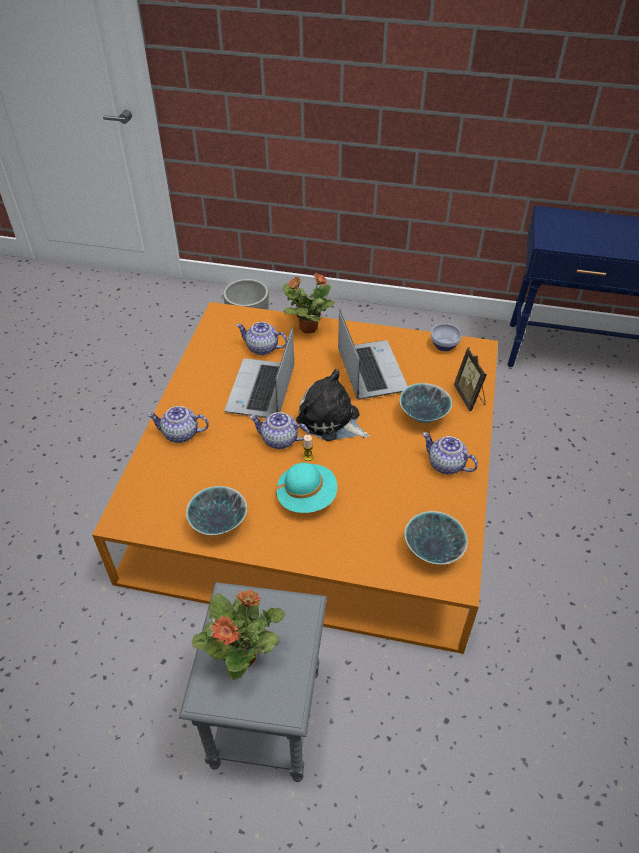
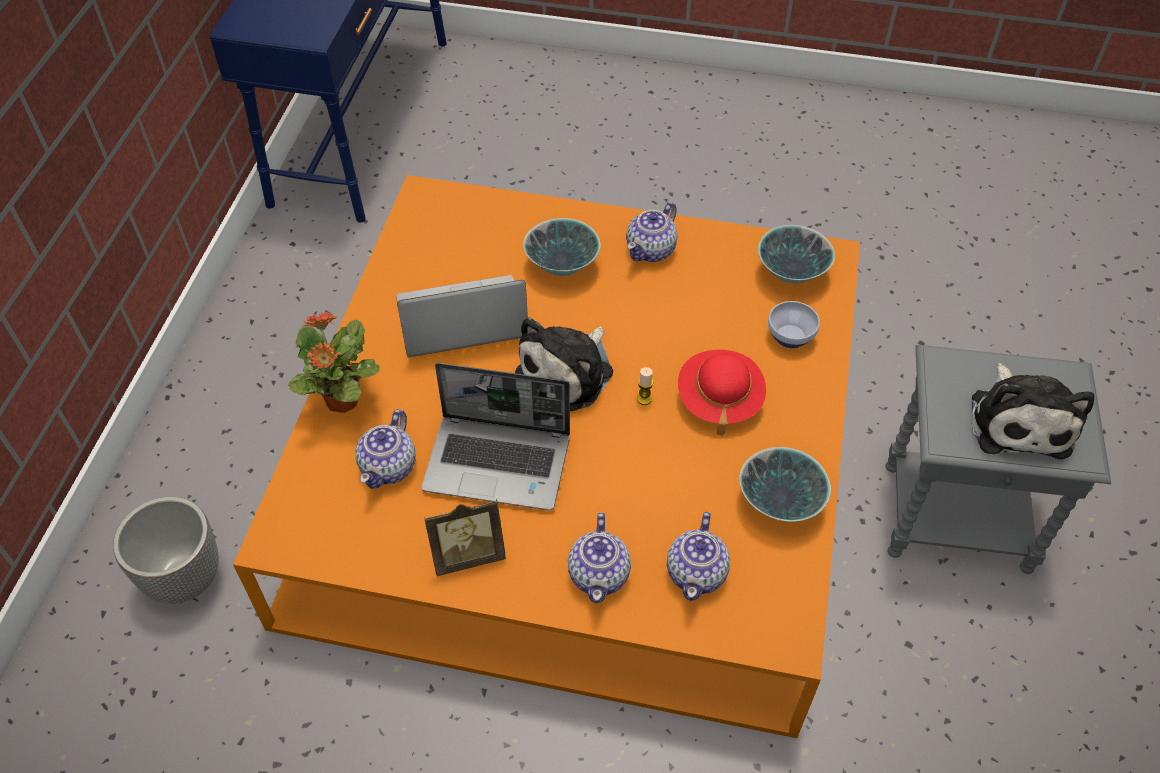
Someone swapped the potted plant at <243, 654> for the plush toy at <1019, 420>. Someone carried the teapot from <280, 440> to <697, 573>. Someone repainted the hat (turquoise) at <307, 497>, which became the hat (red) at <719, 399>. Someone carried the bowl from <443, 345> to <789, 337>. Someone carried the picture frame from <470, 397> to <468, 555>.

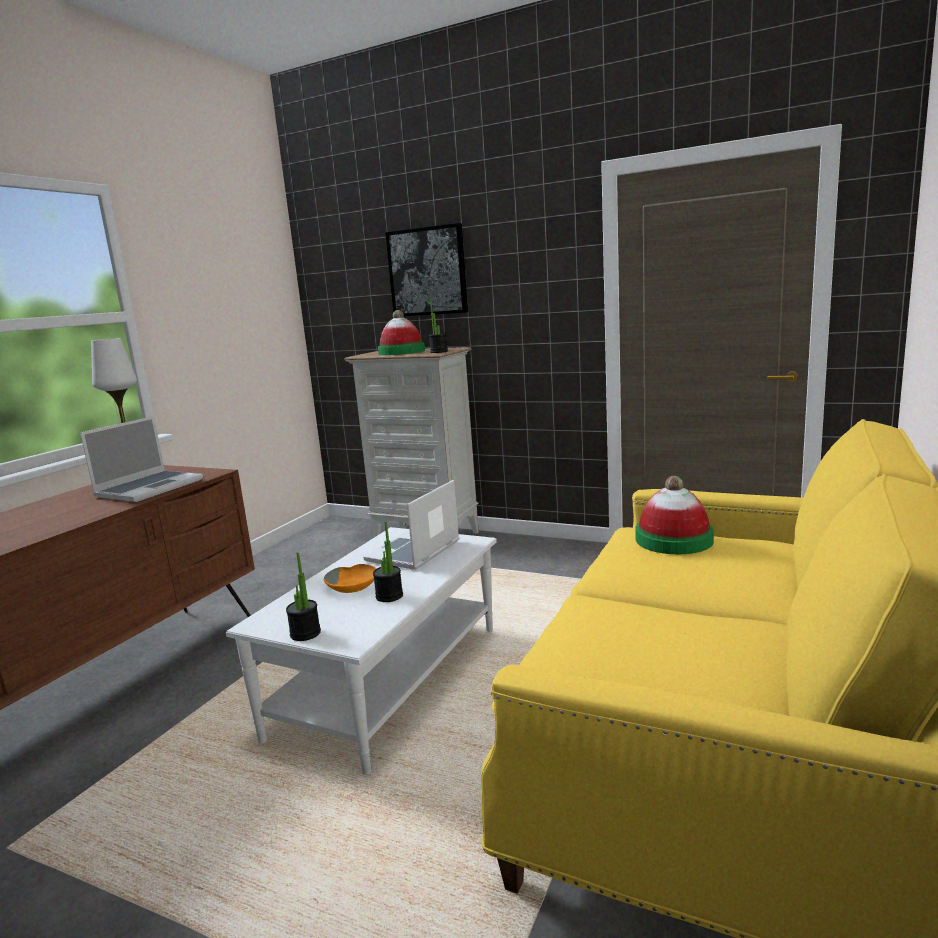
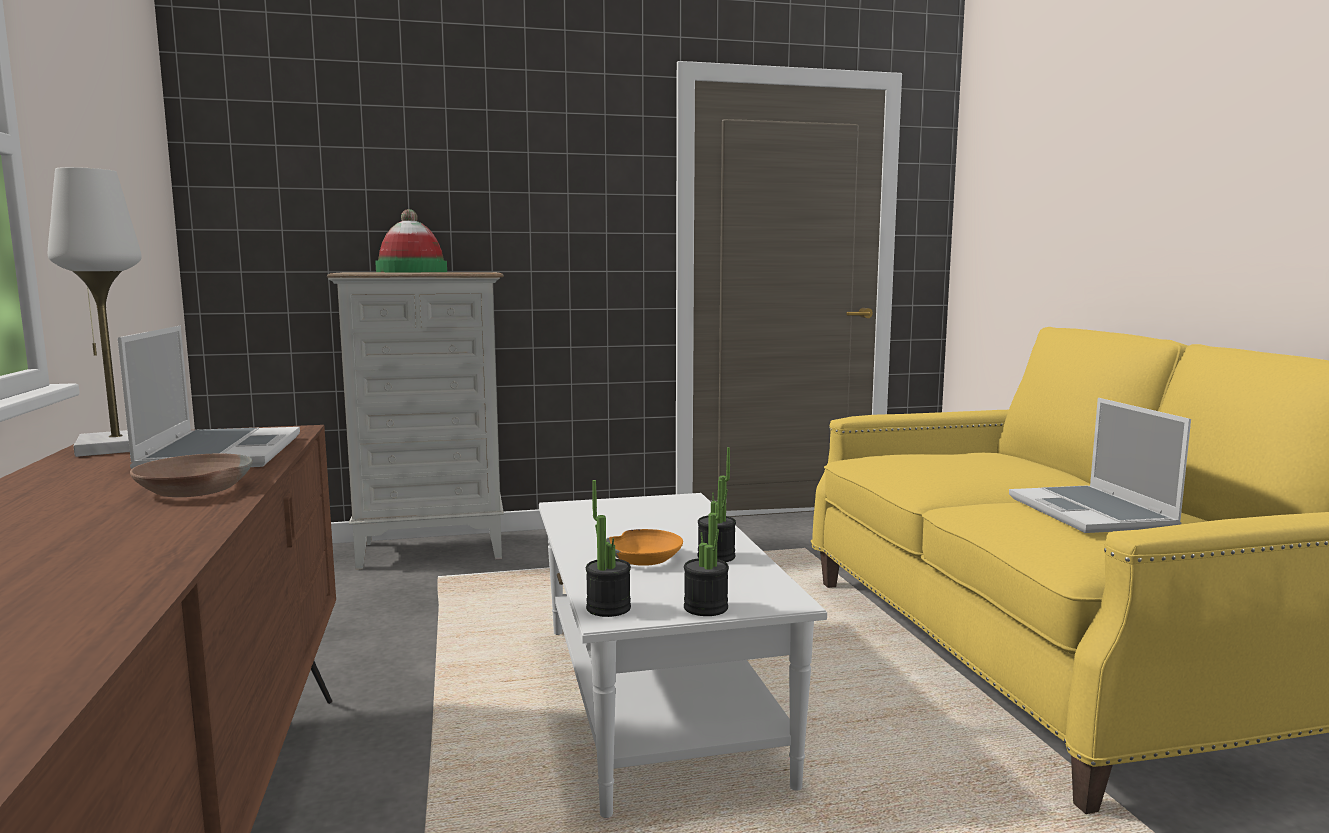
Someone carried the laptop from <414, 552> to <1093, 513>. Someone took away the picture at <428, 271>. Someone carried the potted plant from <439, 352> to <608, 608>. Someone took away the hat at <673, 540>. Someone put down the bowl (brown) at <192, 490>.

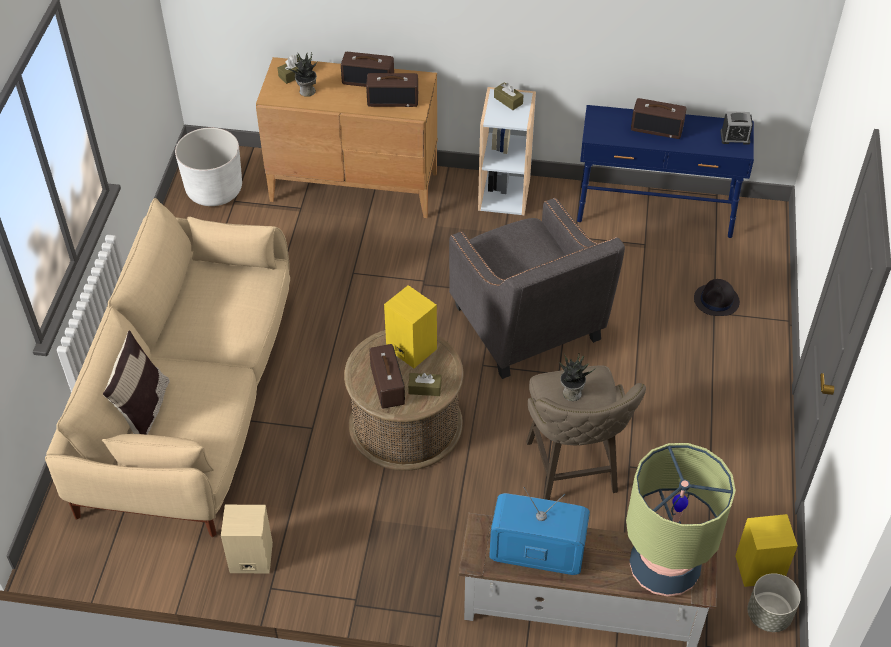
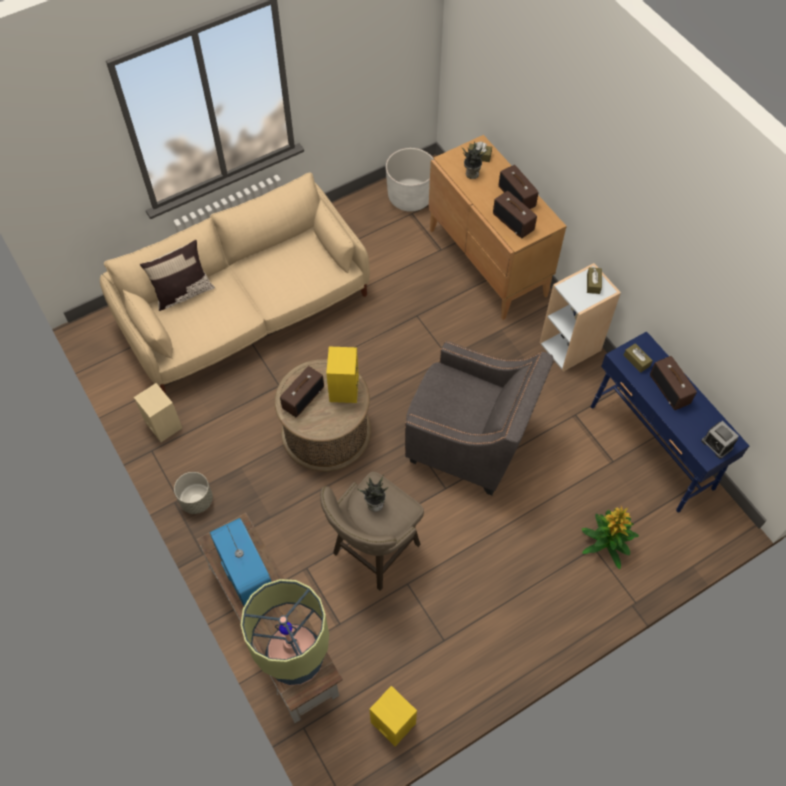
Someone carried the tissue box (brown) from <425, 388> to <636, 360>. Someone rotated the armchair (grey) at <527, 325> by 90 degrees counterclockwise. Someone swapped the hat (black) at <716, 301> for the potted plant at <606, 542>. Someone carried the planter (grey) from <769, 615> to <196, 500>.

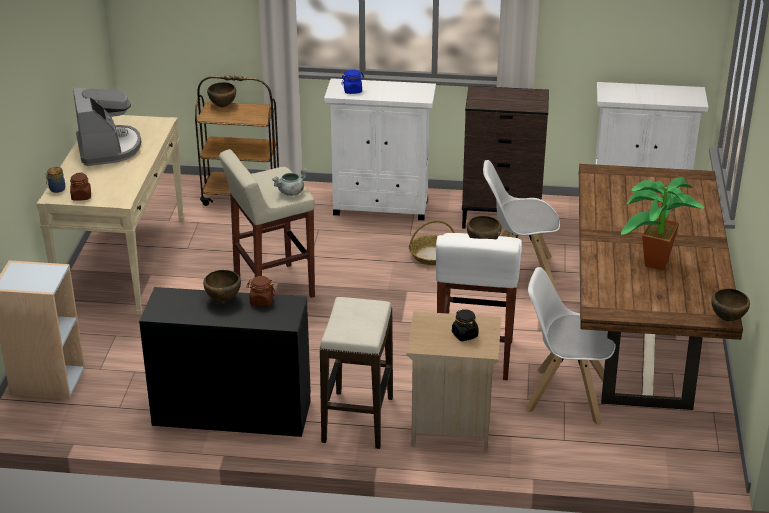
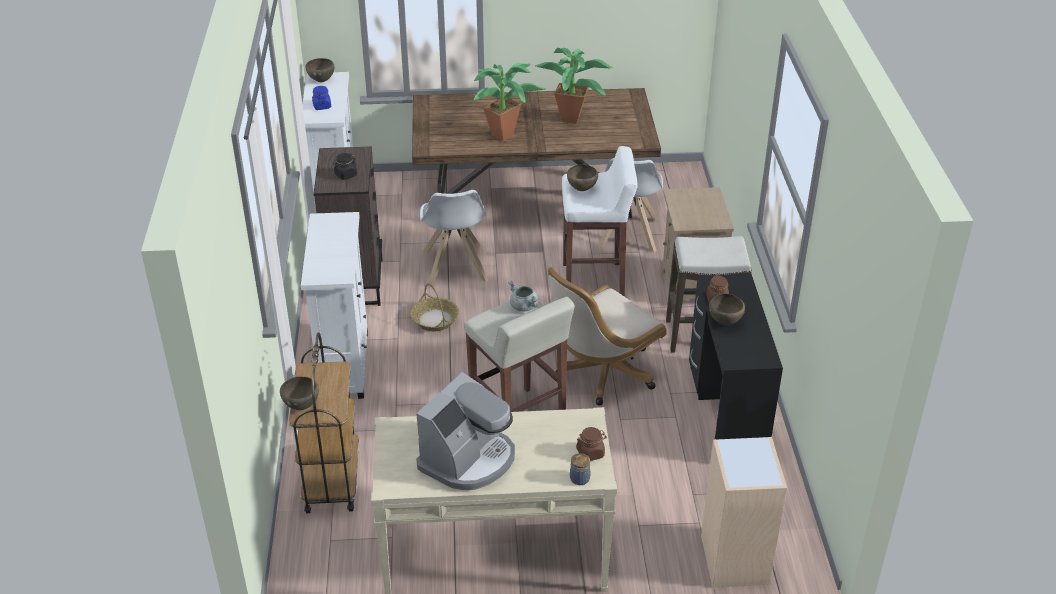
Someone rotated the coffee machine at <108, 148> by 150 degrees clockwise. Someone carried the jar (blue) from <353, 91> to <322, 106>. Someone carried the jar (black) from <464, 335> to <345, 175>. Someone carried the bowl (brown) from <728, 319> to <321, 81>. Someone put down the potted plant at <507, 134>. Someone put down the office chair at <600, 374>.

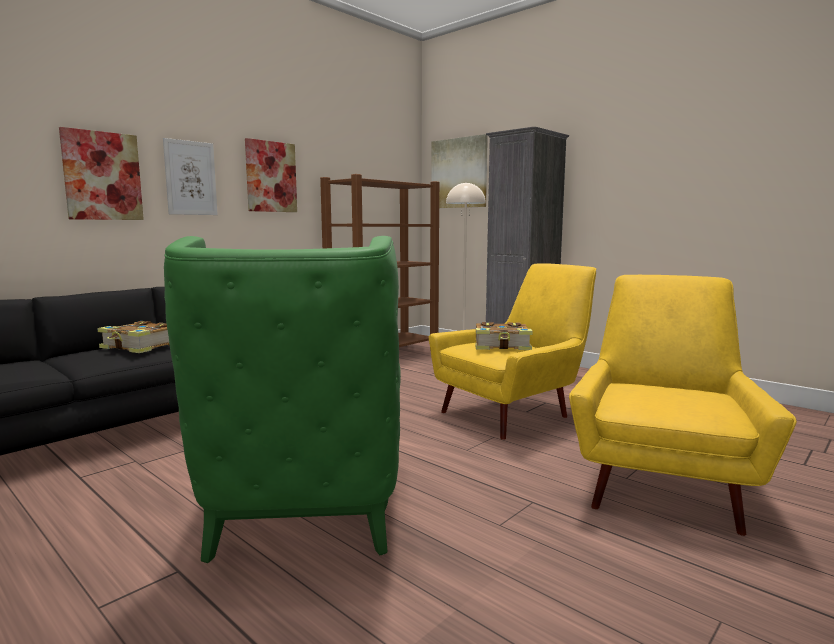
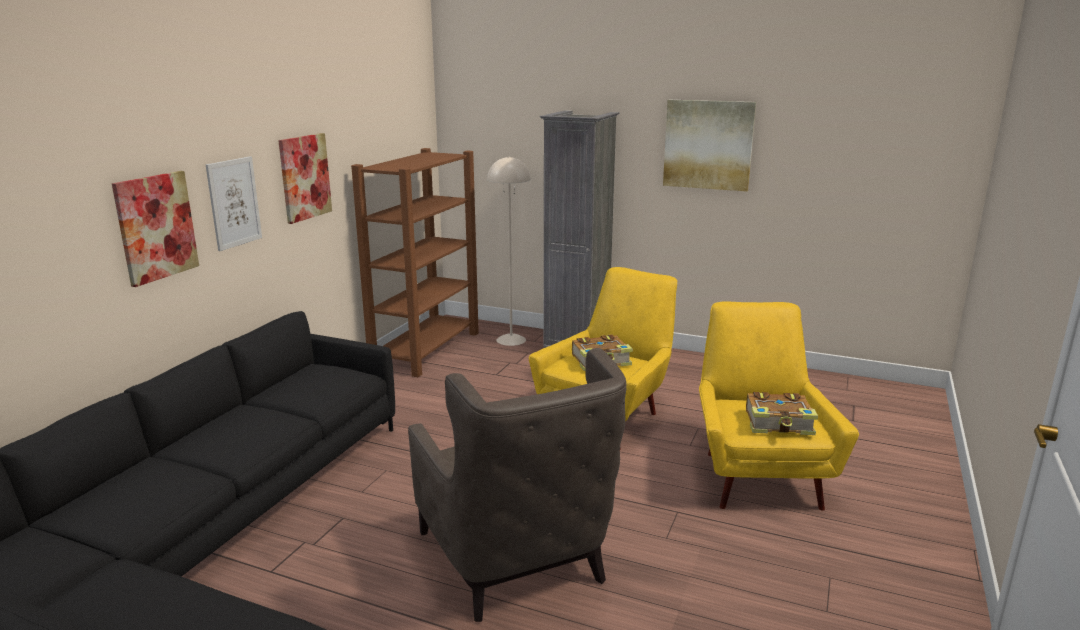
Someone carried the book from <139, 347> to <779, 424>. Someone repainted the armchair (green) at <305, 514>, which became the armchair (grey) at <516, 562>. Someone carried the picture from <459, 173> to <708, 145>.

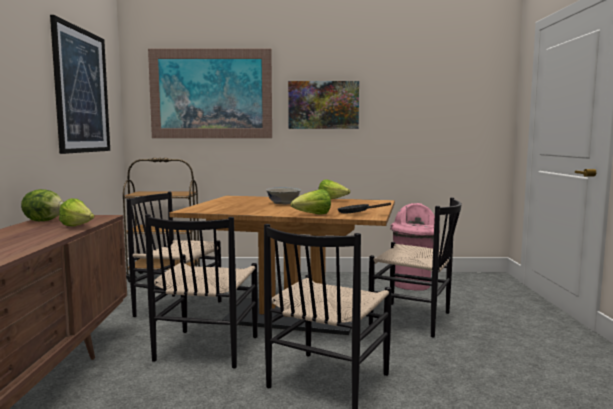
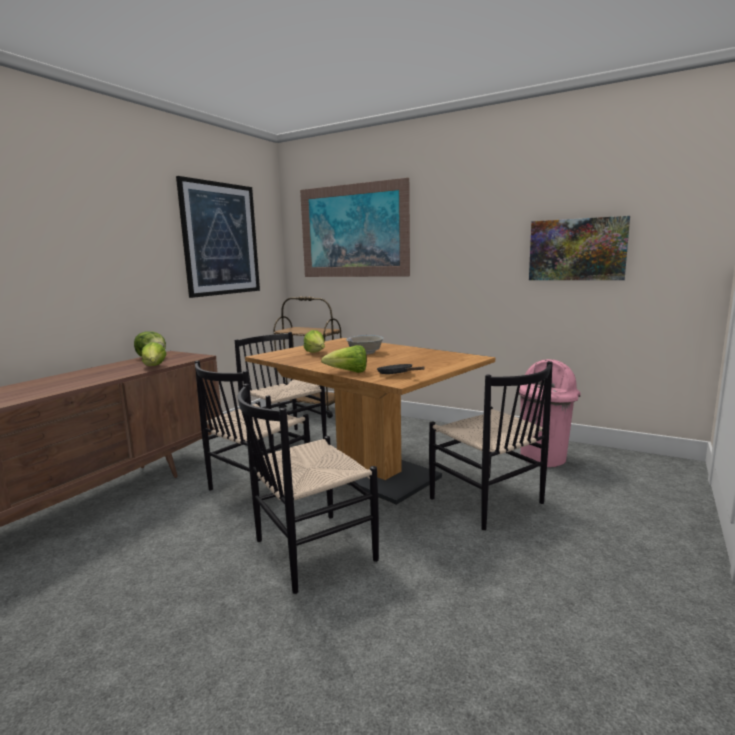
Someone carried the picture from <323, 105> to <577, 249>. Someone carried the lettuce from <332, 200> to <316, 353>.

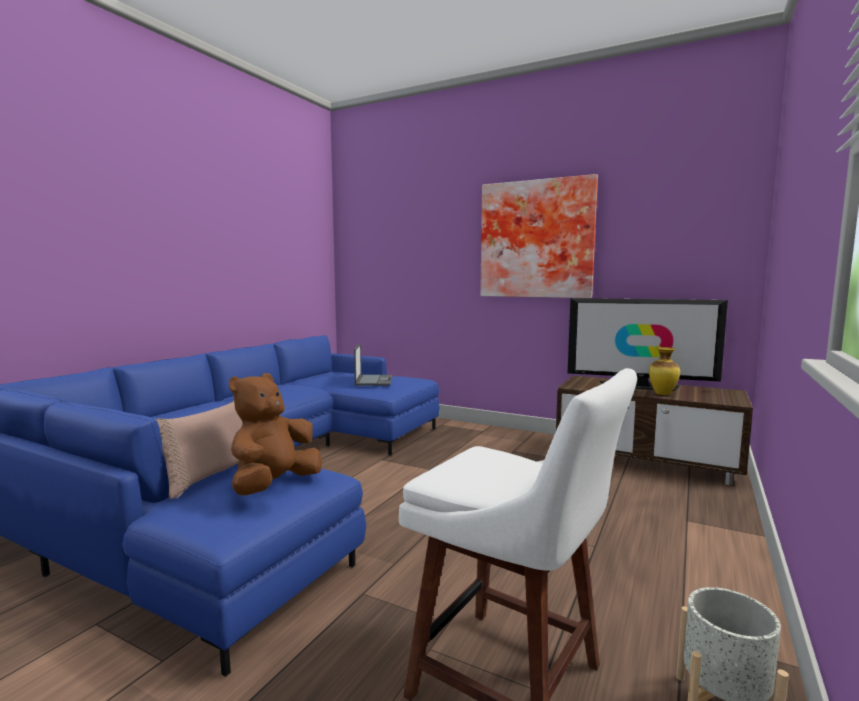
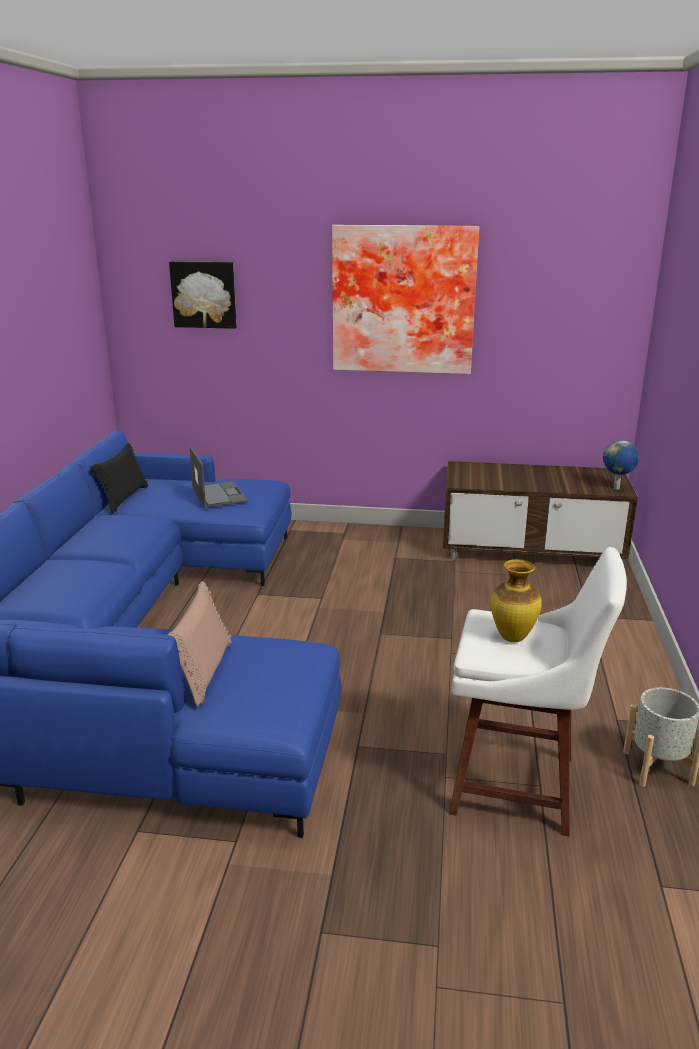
Someone took away the plush toy (brown) at <274, 486>. Someone took away the television at <640, 386>. Someone carried the vase from <662, 394> to <513, 638>. Someone put down the pillow (black) at <123, 499>. Someone put up the picture at <204, 294>. Someone put down the globe at <617, 488>.

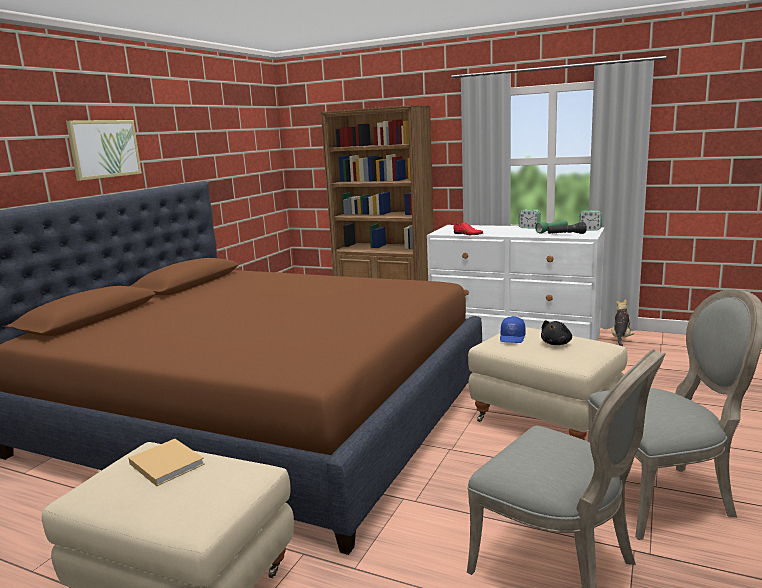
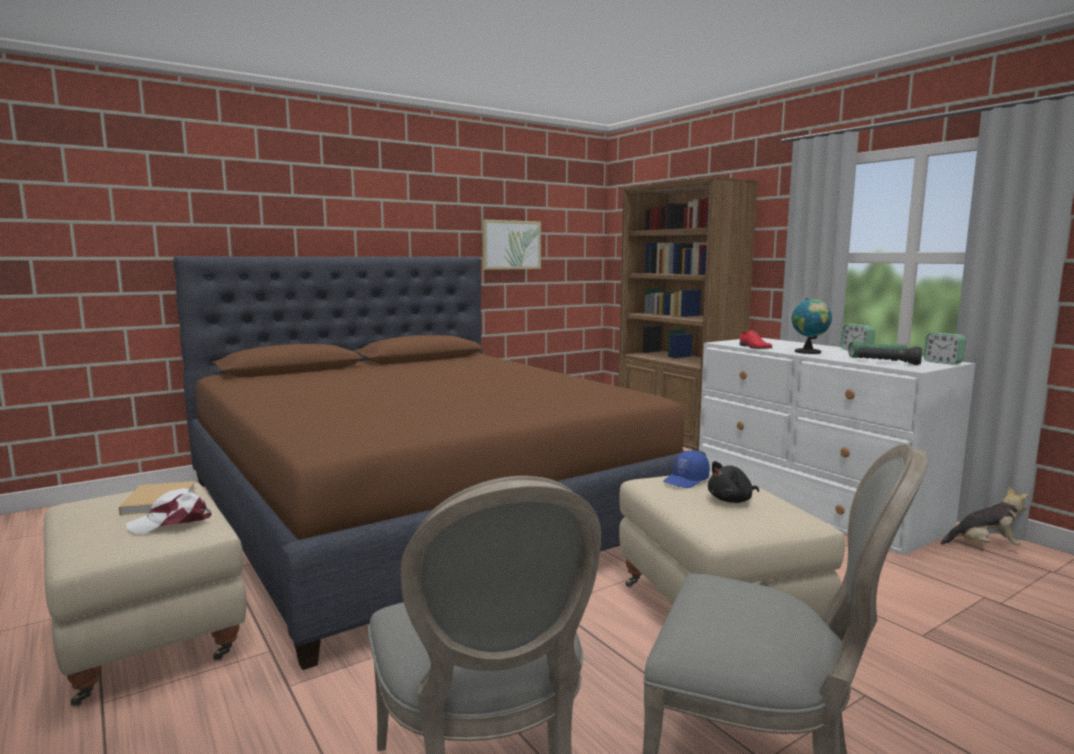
Someone carried the picture from <104, 149> to <511, 245>. Someone rotated the plush toy at <621, 338> by 45 degrees clockwise. Someone put down the cap (white) at <171, 522>. Someone put down the globe at <809, 352>.

